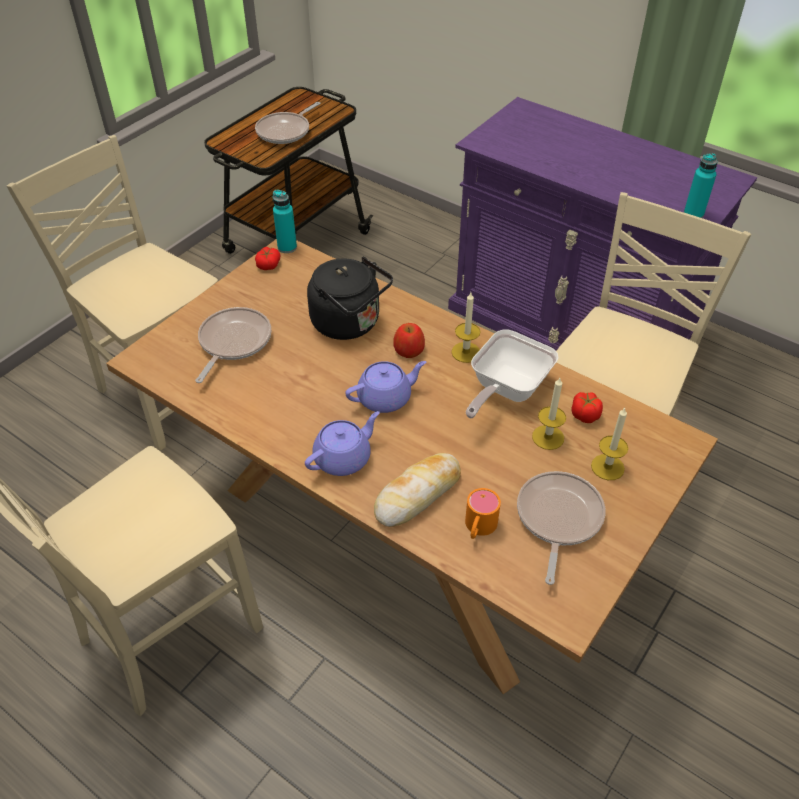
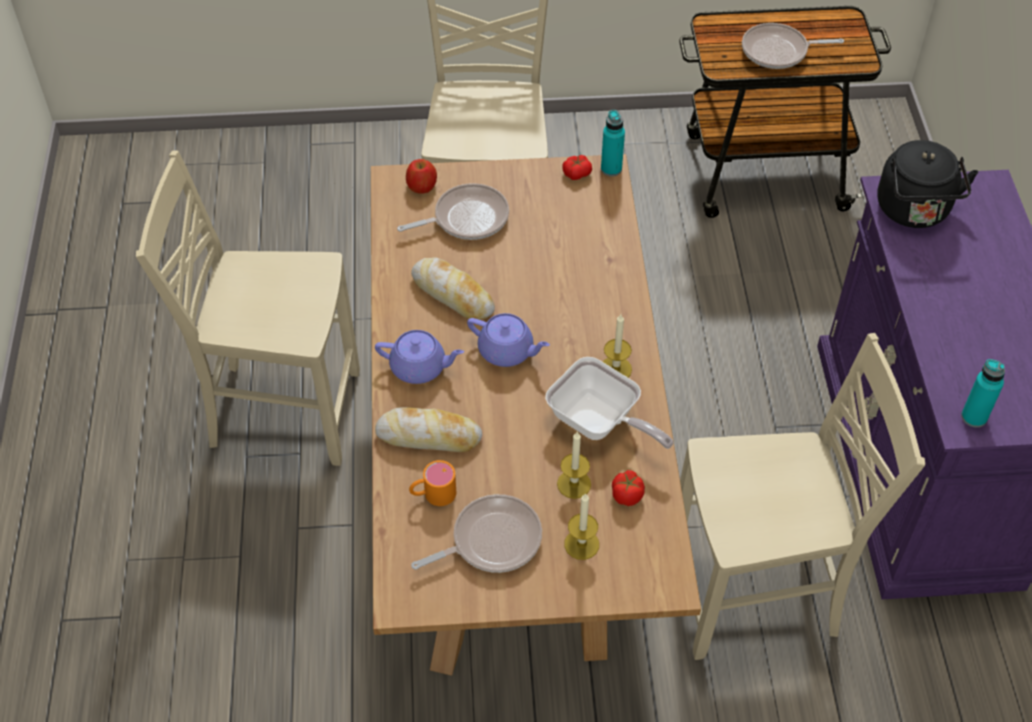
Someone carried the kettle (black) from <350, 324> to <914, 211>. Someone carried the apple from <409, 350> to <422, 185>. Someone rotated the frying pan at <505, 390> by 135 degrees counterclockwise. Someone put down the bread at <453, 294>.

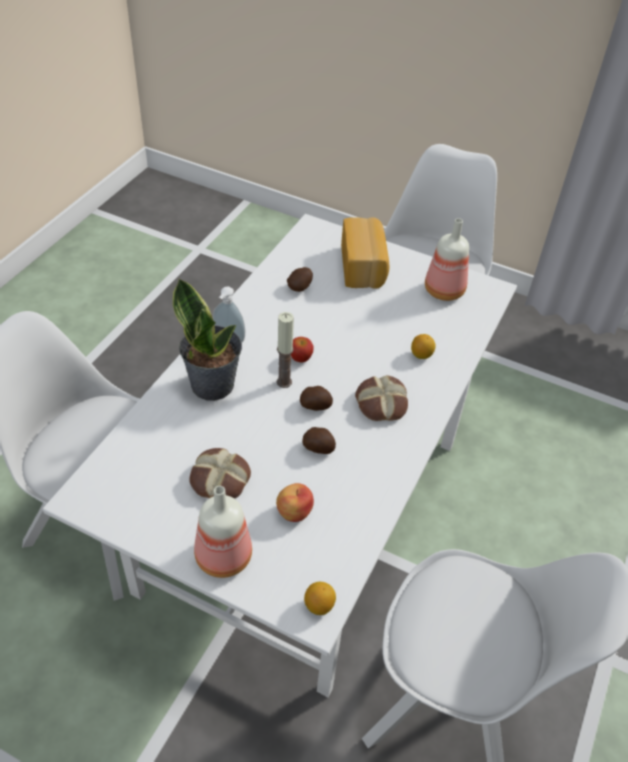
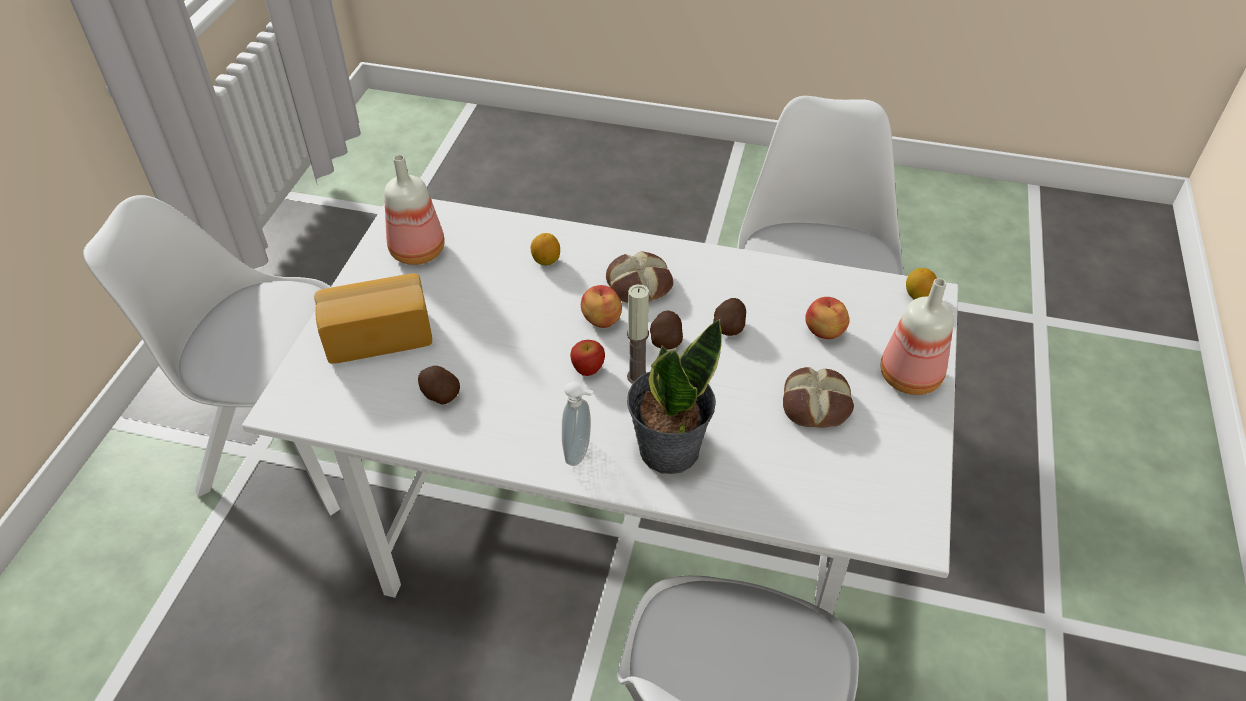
Someone put down the apple at <601, 320>.

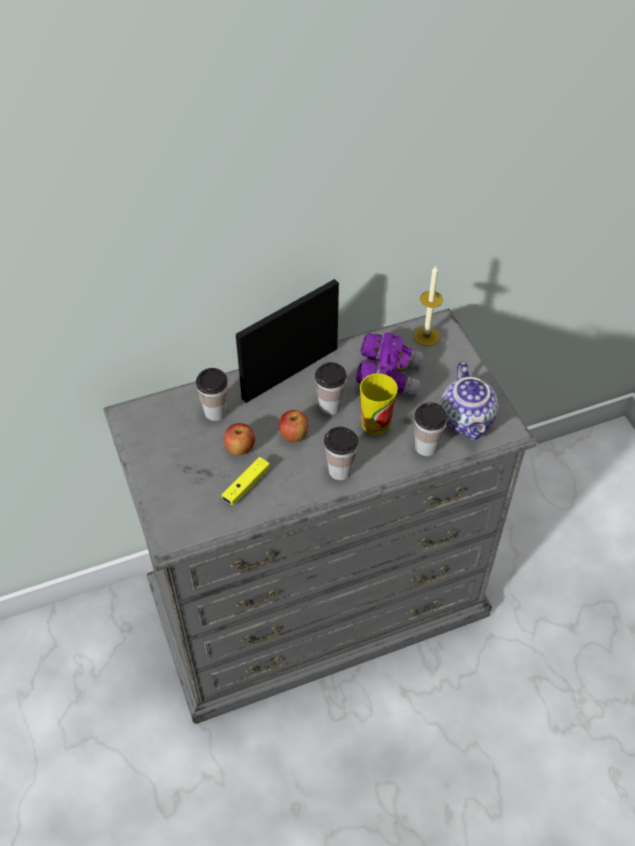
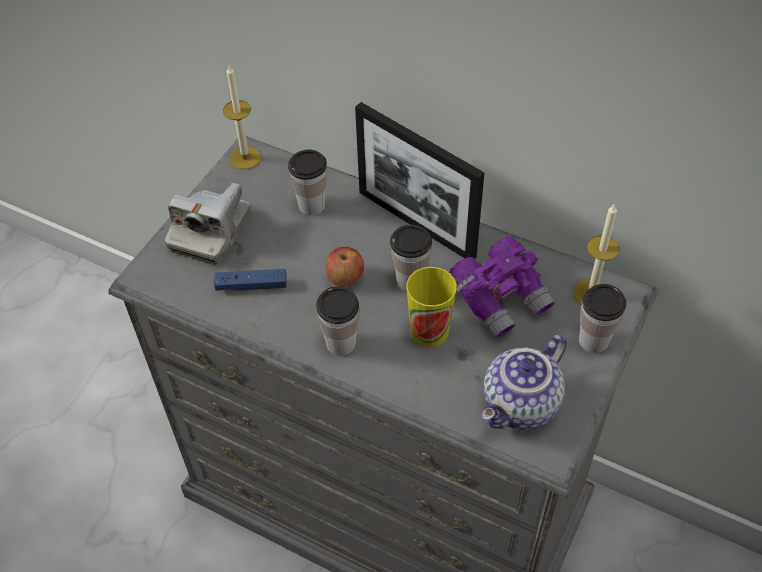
Someone repainted the game controller (yellow) at <246, 485>, which became the game controller (blue) at <251, 286>. Someone took away the apple at <240, 448>. Someone rotated the picture frame at <290, 373> by 150 degrees counterclockwise. Someone carried the cup from <426, 446> to <593, 341>. Someone put down the photo camera at <211, 232>. Someone put down the candle at <245, 158>.

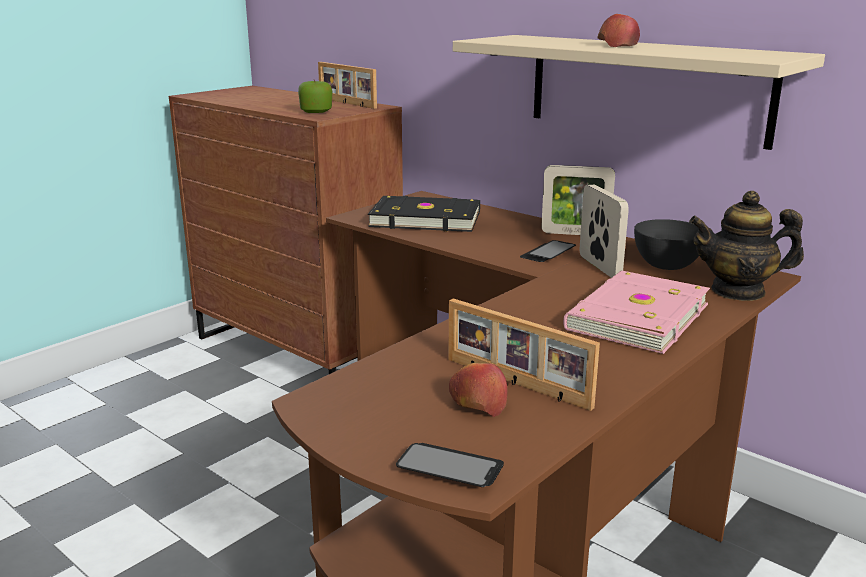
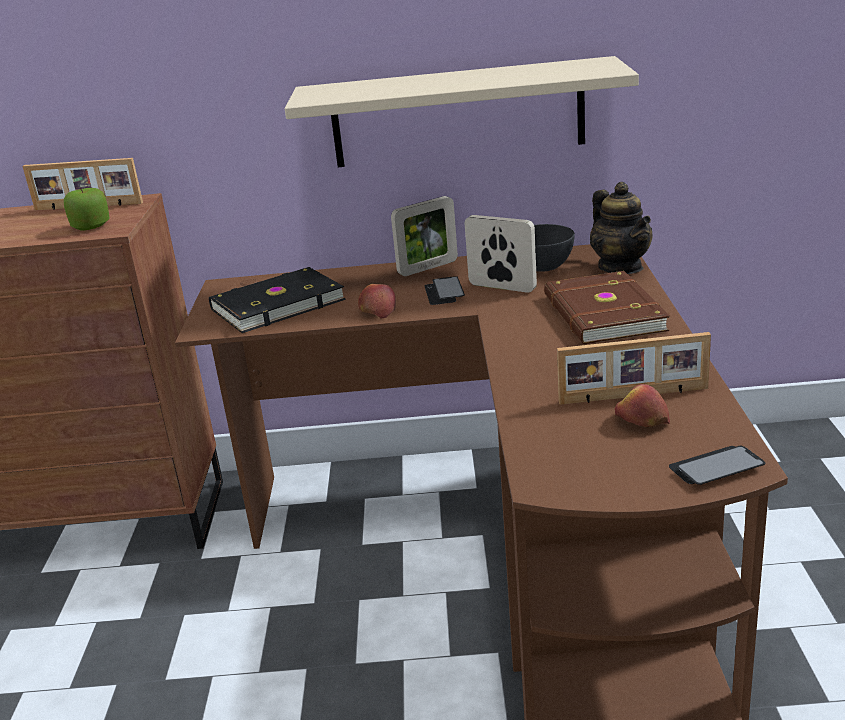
Someone repainted the book (pink) at <634, 316>, which became the book (brown) at <601, 314>. Someone carried the apple from <617, 45> to <377, 311>. Someone rotated the teapot at <738, 291> by 75 degrees counterclockwise.

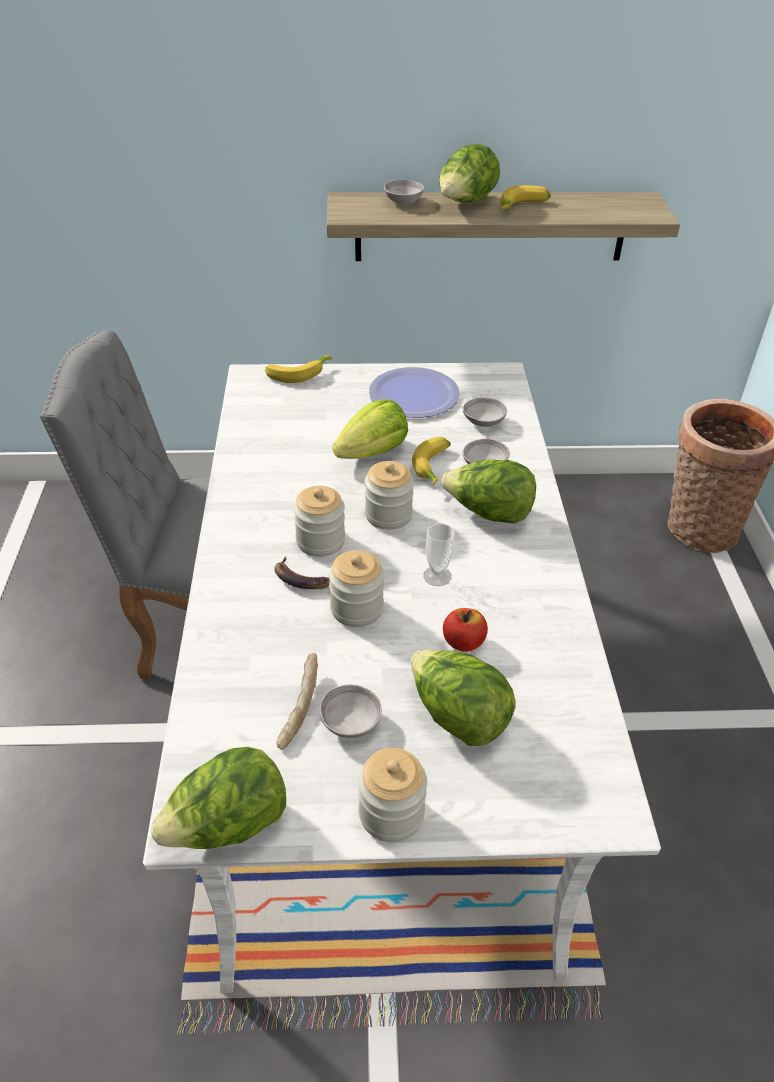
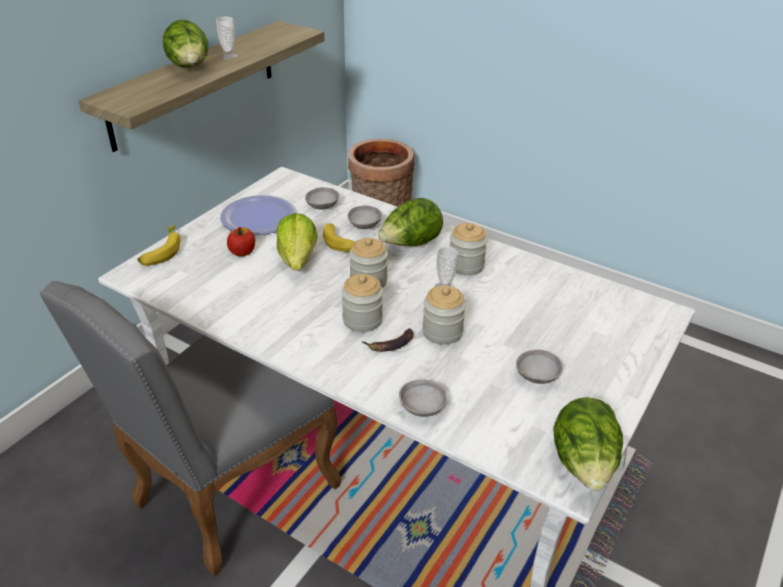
Someone took away the bread at <297, 707>. Someone carried the jar from <391, 813> to <466, 265>. Someone carried the bowl (grey) from <403, 201> to <422, 407>. Someone took away the lettuce at <458, 717>. Someone carried the apple from <463, 642> to <242, 252>. Someone swapped the banana at <523, 207> for the cup at <229, 56>.

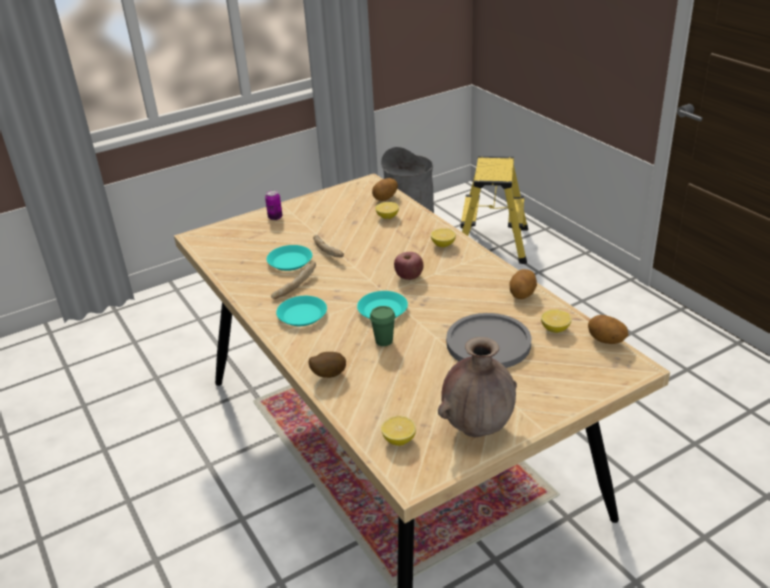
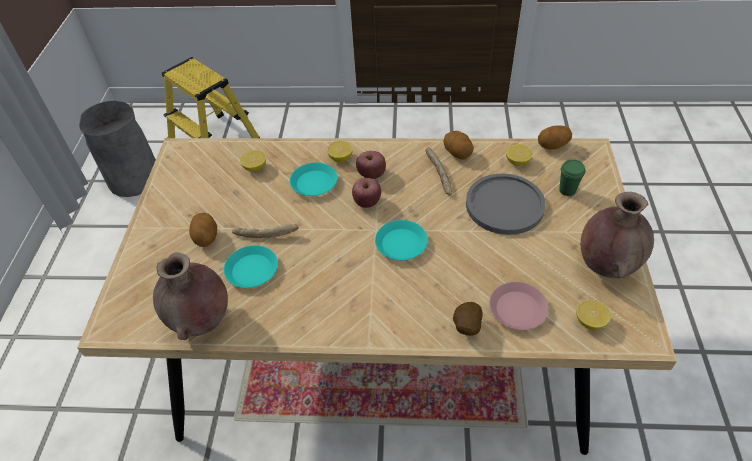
Someone took away the can at <275, 217>. Someone carried the bread from <294, 286> to <438, 176>. Someone carried the plate (turquoise) from <302, 315> to <314, 183>. Someone carried the cup (green) from <384, 341> to <567, 190>. Someone carried the potato from <385, 198> to <206, 238>. Someone put down the vase (brown) at <202, 322>. Someone put down the apple at <371, 174>. Someone put down the plate (pink) at <517, 309>.

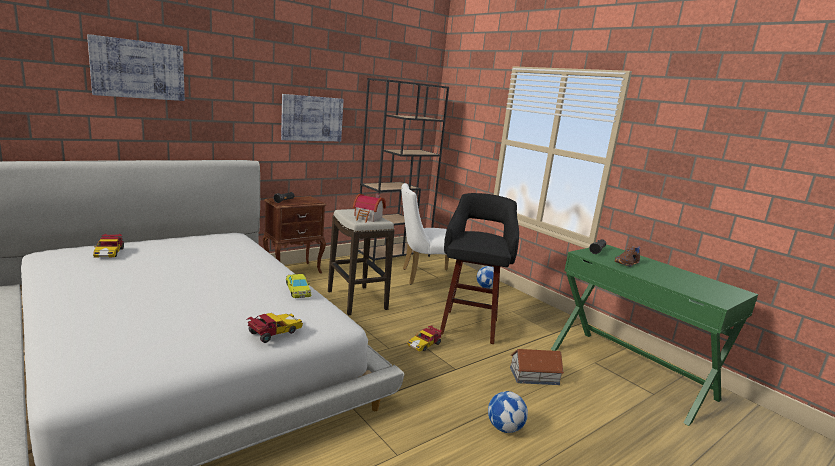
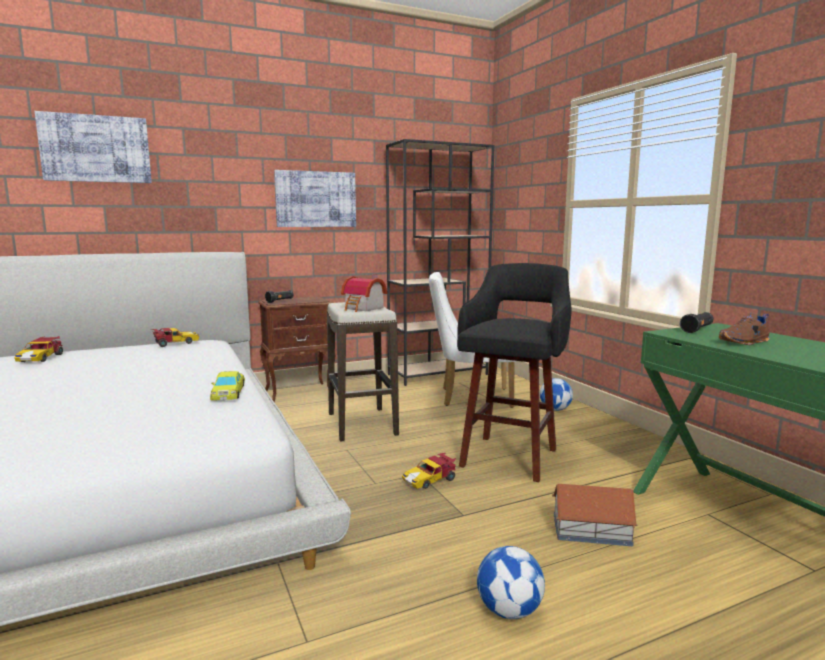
Someone carried the toy car from <273, 333> to <175, 343>.

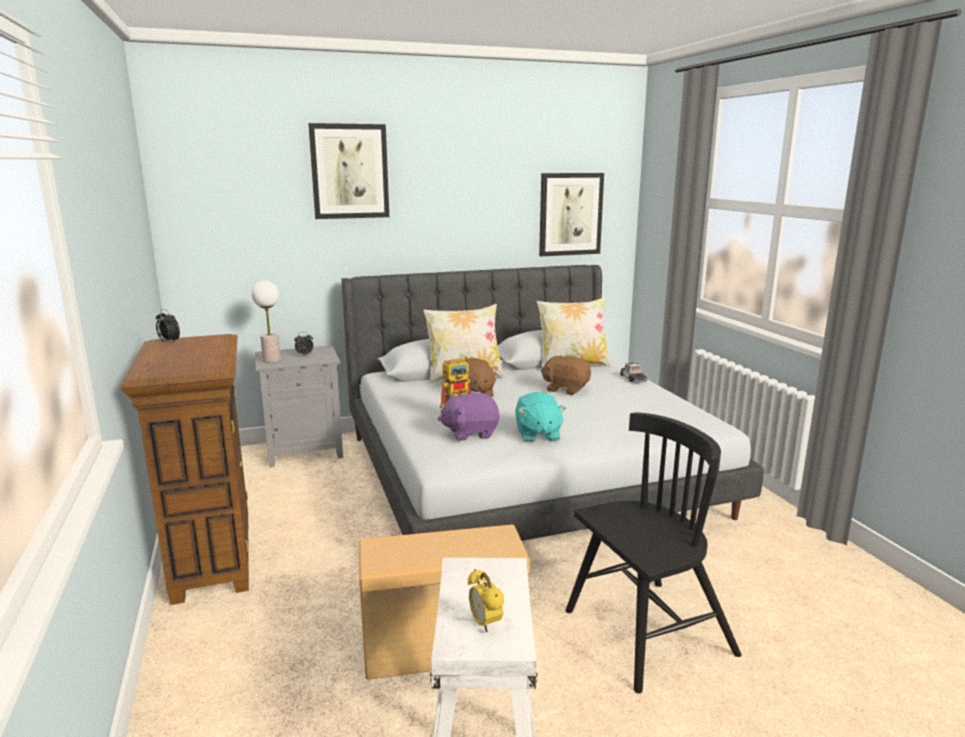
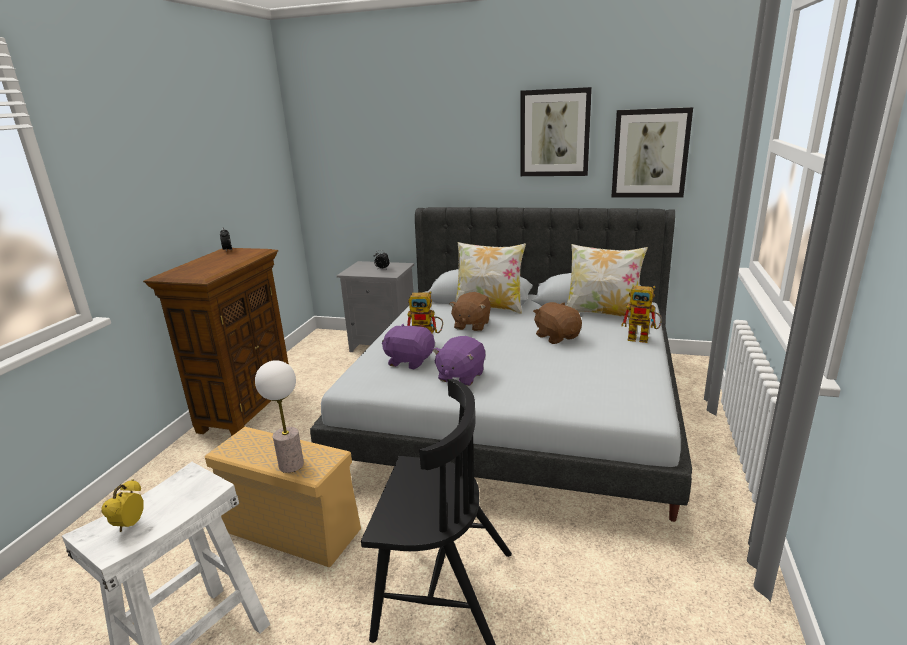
Someone carried the table lamp from <272, 360> to <291, 465>. Someone carried the picture from <349, 171> to <554, 133>. Someone repainted the plush toy (turquoise) at <537, 435>, which became the plush toy (purple) at <460, 376>. Someone swapped the toy car at <633, 378> for the toy robot at <643, 338>.

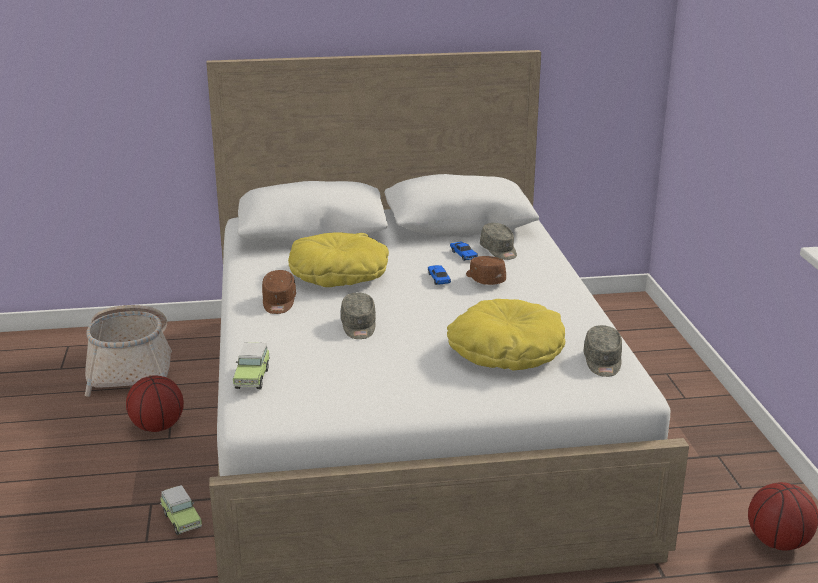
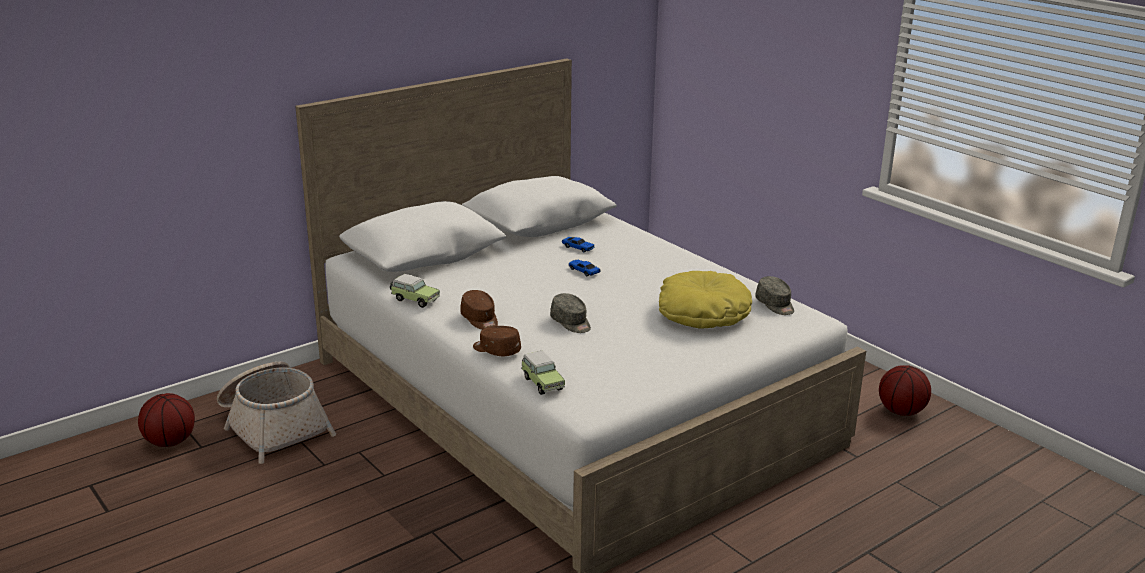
Someone carried the basketball from <158, 426> to <170, 442>. Someone carried the toy car from <181, 519> to <414, 300>. Someone took away the pillow (yellow) at <338, 273>. Someone carried the cap (brown) from <484, 279> to <496, 350>. Someone took away the cap (grey) at <499, 251>.

